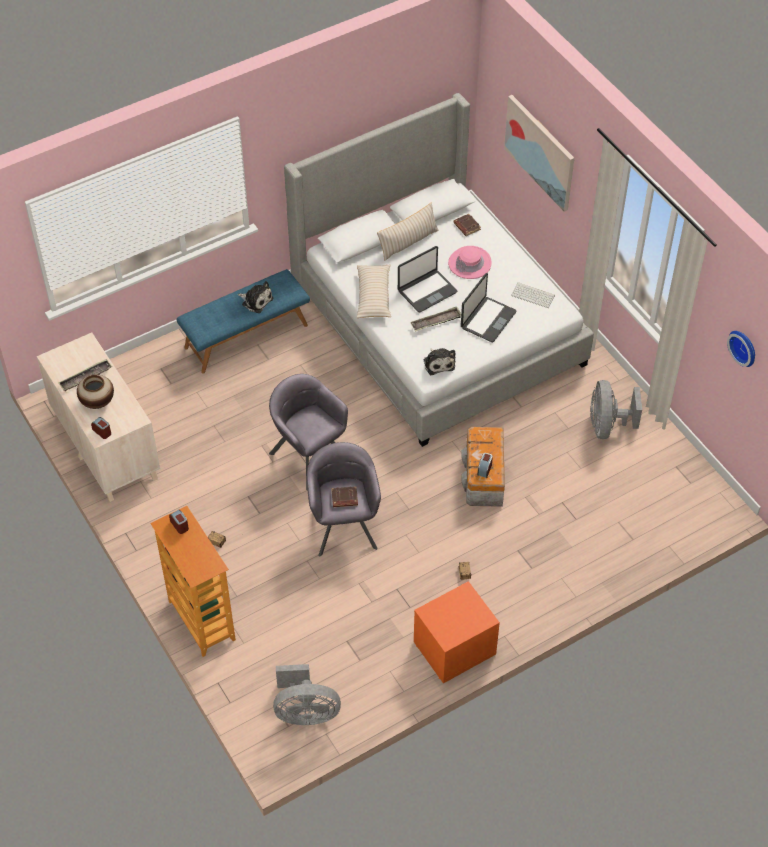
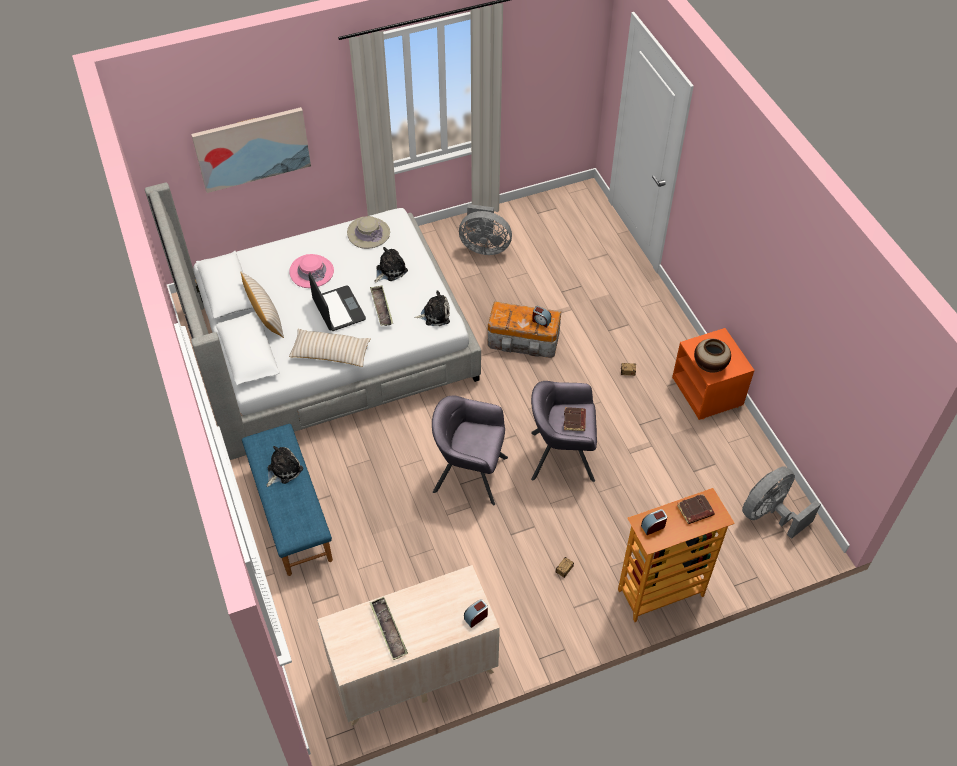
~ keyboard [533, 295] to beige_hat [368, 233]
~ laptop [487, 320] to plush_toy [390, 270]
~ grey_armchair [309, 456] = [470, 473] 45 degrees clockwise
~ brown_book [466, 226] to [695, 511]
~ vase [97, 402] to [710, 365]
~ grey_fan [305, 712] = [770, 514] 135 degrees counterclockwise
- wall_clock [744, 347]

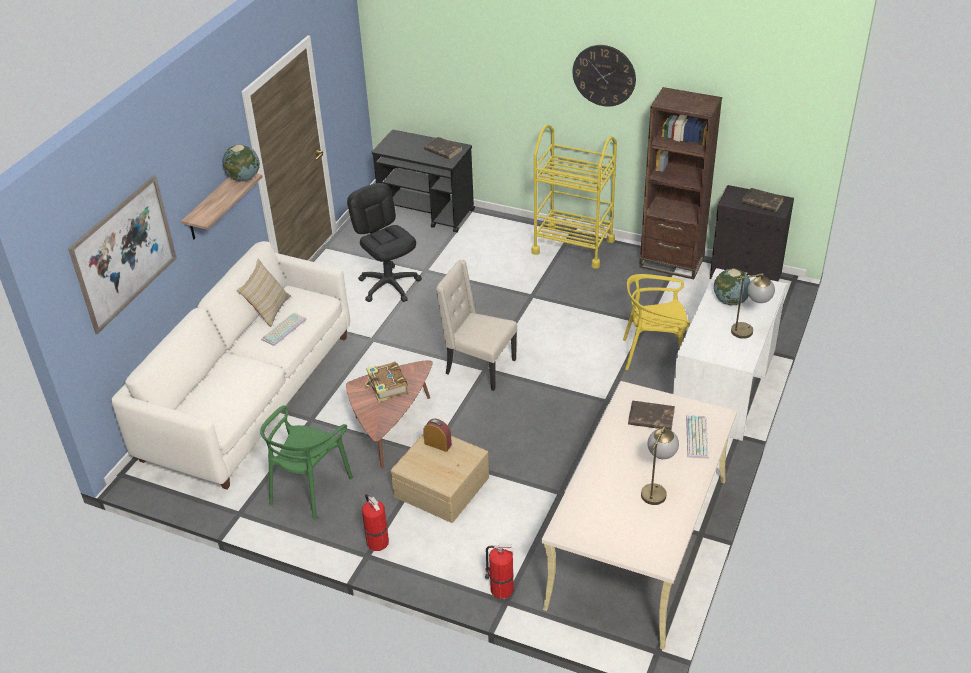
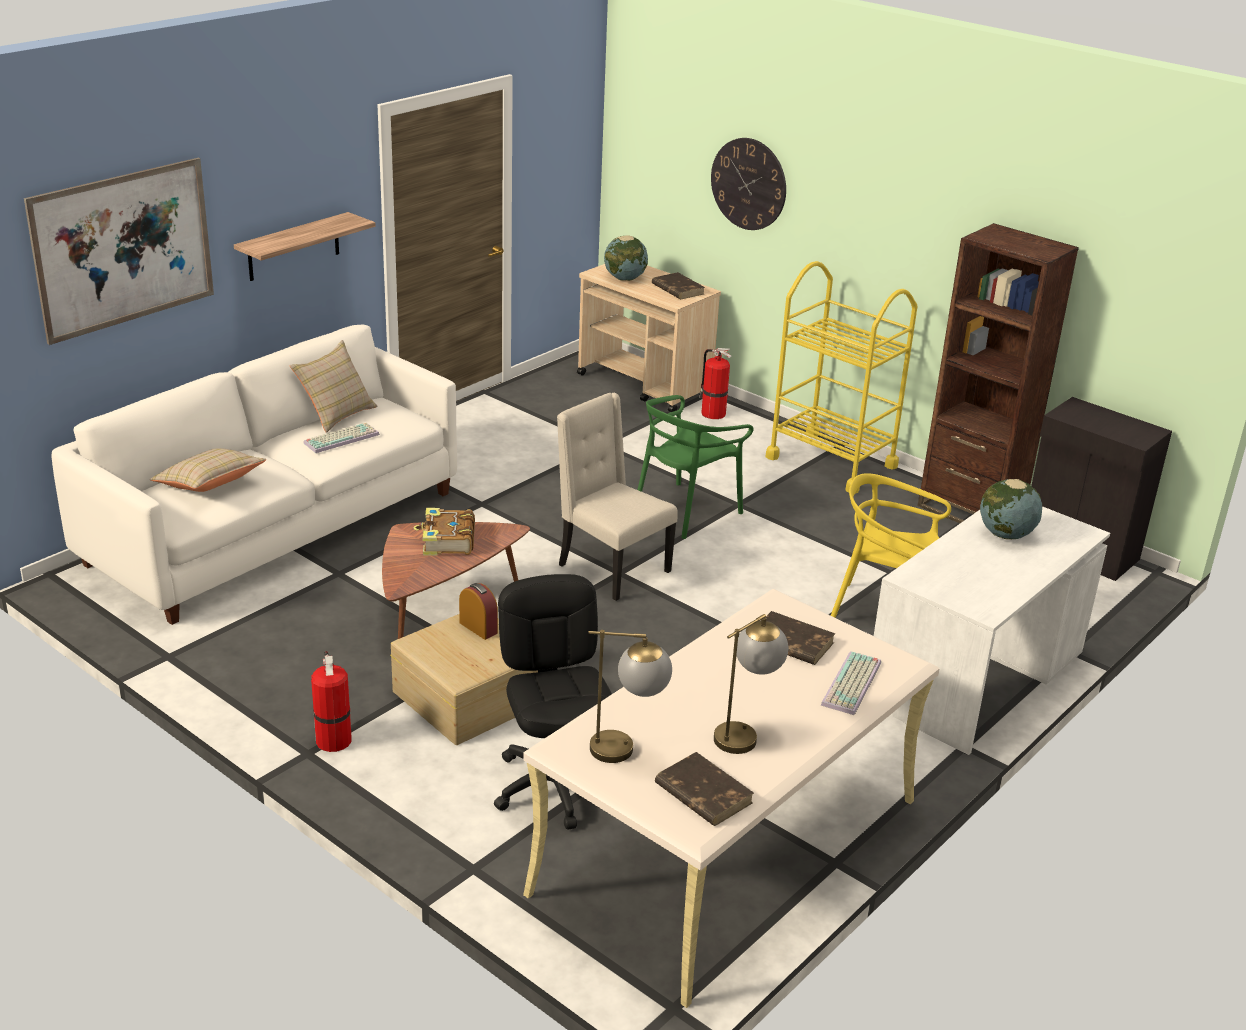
+ beige_pillow [210, 485]
~ black_office_chair [389, 285] to [555, 785]
~ black_cart [427, 213] to beige_cart [645, 384]
~ table_lamp [749, 330] to [627, 750]
~ globe [244, 178] to [625, 279]
~ green_chair [309, 489] to [685, 511]
~ brown_book [762, 202] to [702, 793]
~ fire_extinguisher [500, 589] to [712, 413]
~ wall_clock [604, 75] to [748, 184]

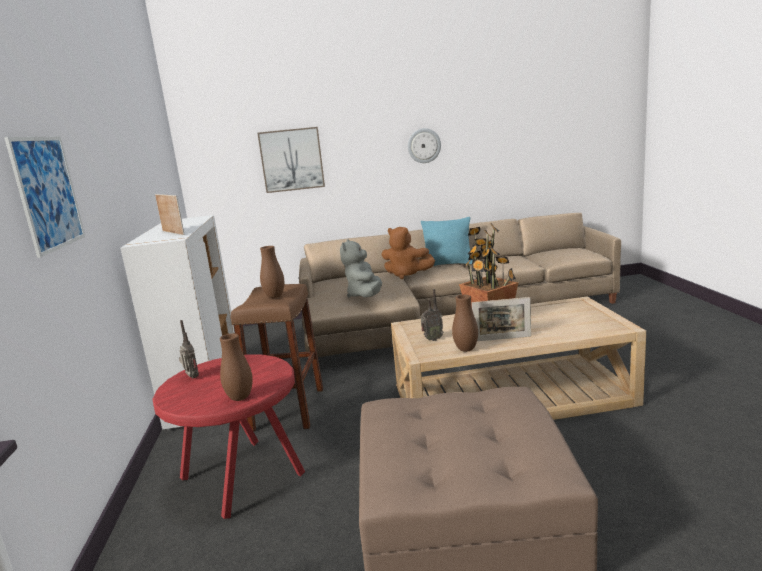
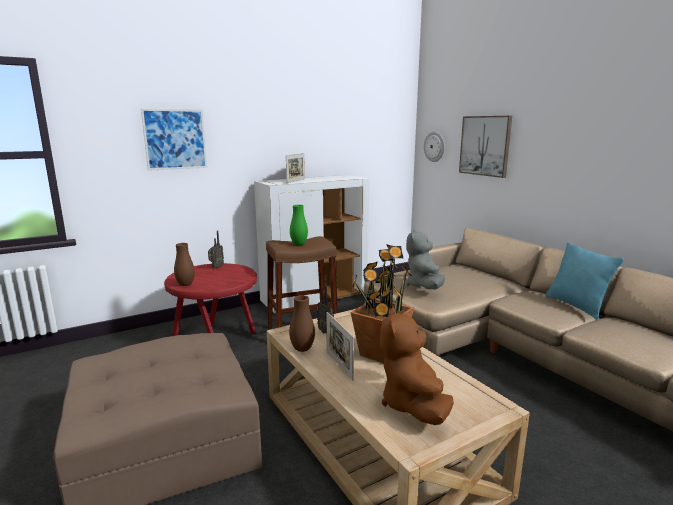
~ brown_vase [274, 296] to green_vase [299, 244]
~ brown_plush_toy [406, 275] to [412, 405]
~ grey_plush_toy [365, 296] = [424, 286] 60 degrees counterclockwise
~ wall_clock [424, 145] to [434, 146]

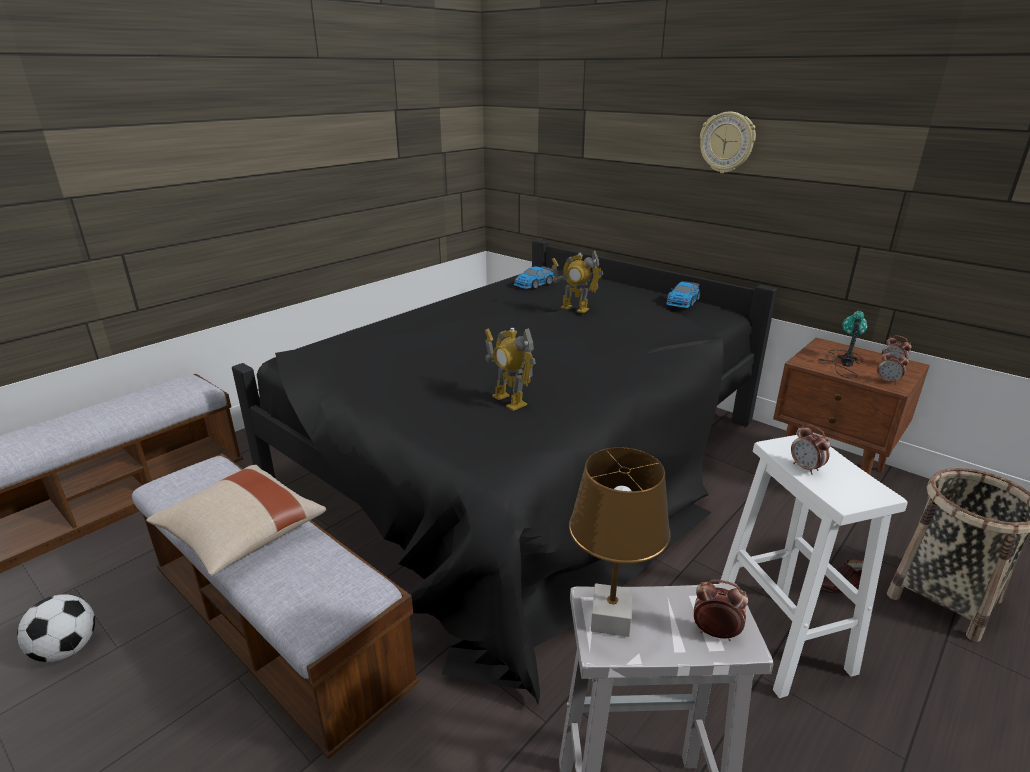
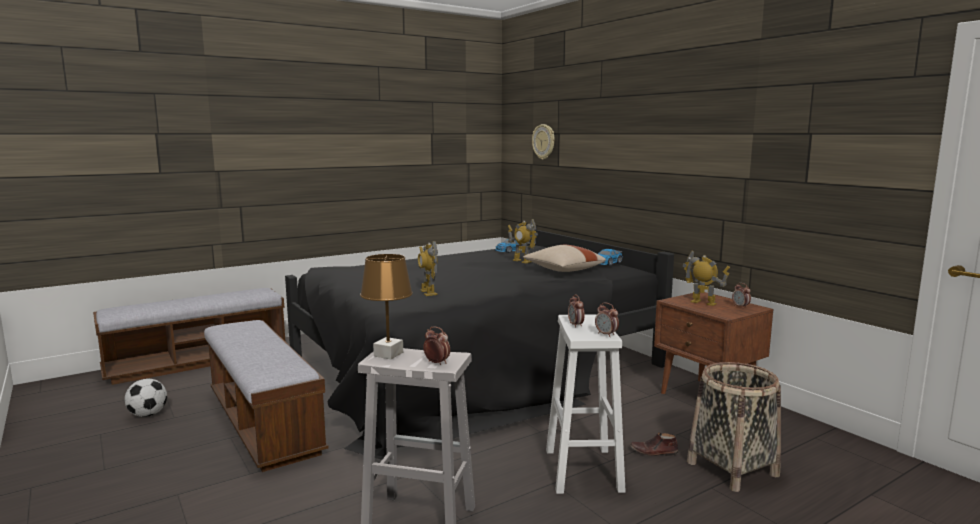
~ beige_pillow [242, 535] to [563, 270]
~ wall_clock [727, 142] to [544, 141]
~ alarm_clock [887, 381] to [606, 334]
~ table_lamp [843, 362] to toy_robot [703, 303]

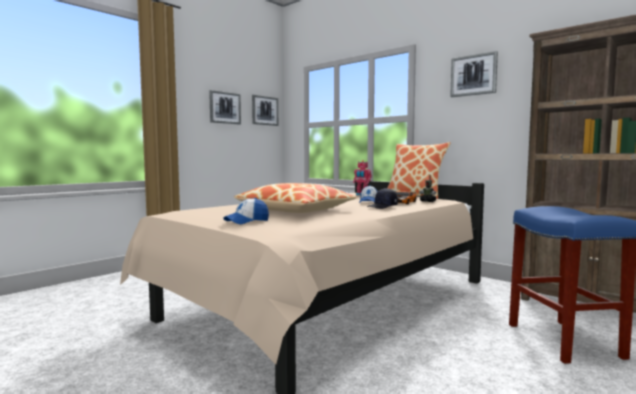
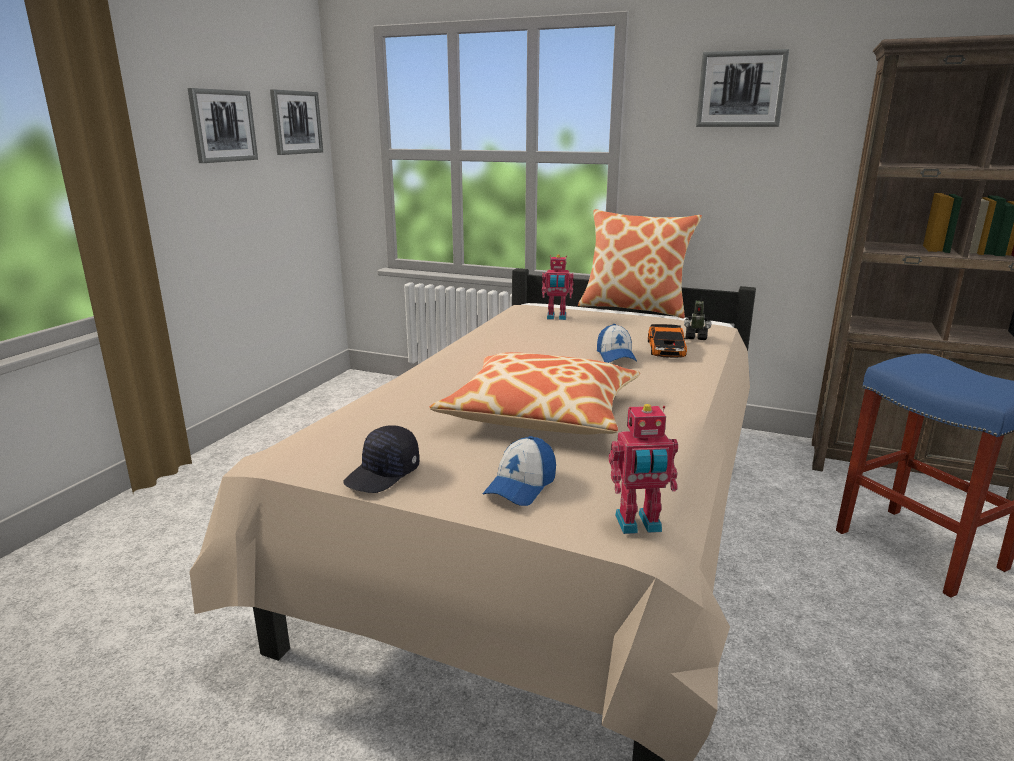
~ black_cap [382, 207] to [383, 474]
+ toy_robot [639, 525]

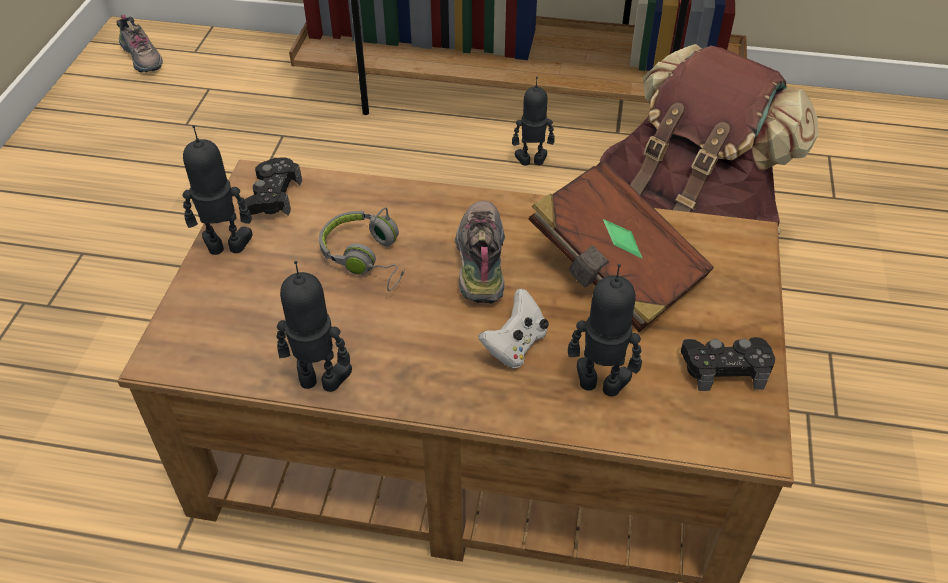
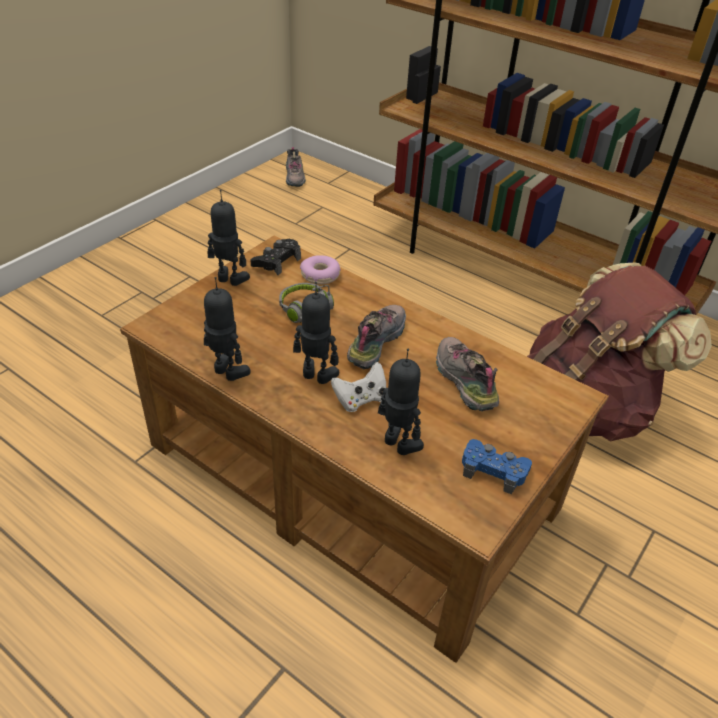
~ toy_robot [531, 161] to [316, 376]
+ donut [320, 276]
~ brown_book [614, 269] to shoe [462, 381]
~ black_game_controller [725, 368] to blue_game_controller [493, 470]

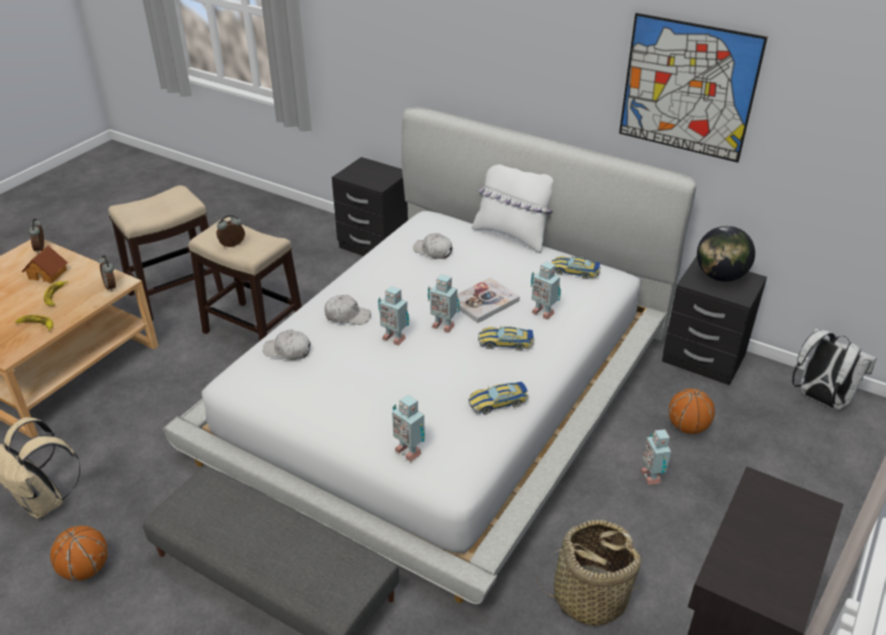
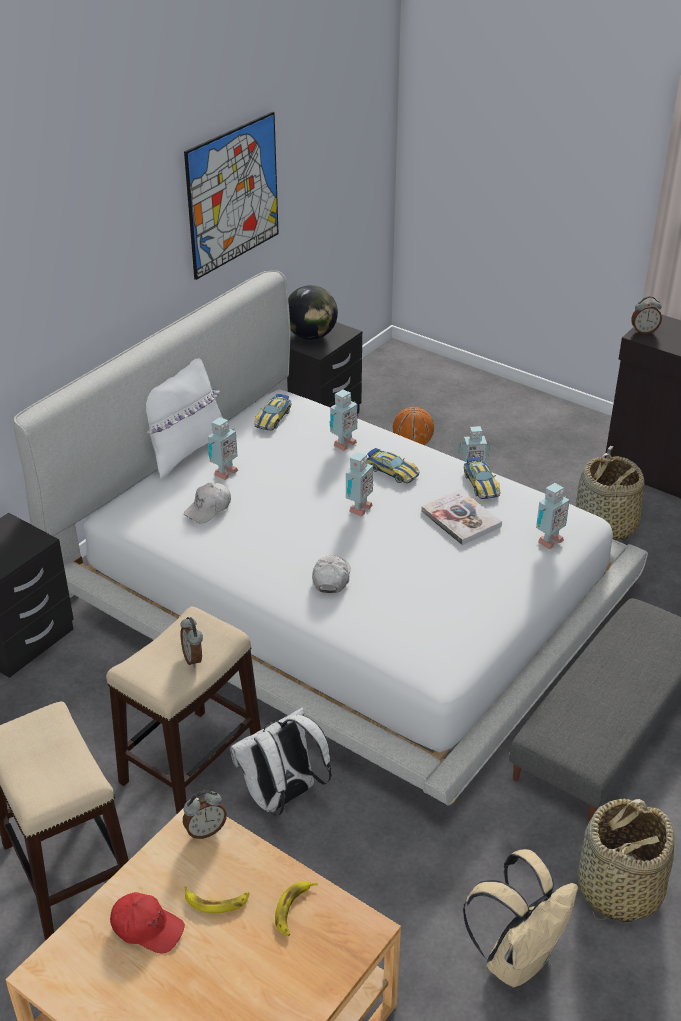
~ toy_house [48, 274] to red_cap [147, 927]
~ toy_robot [394, 337] to [224, 473]
~ white_backpack [820, 398] to [282, 797]
~ toy_car [505, 342] = [392, 471] 60 degrees counterclockwise
~ book [484, 301] to [461, 519]
~ basketball [85, 569] to basket [618, 889]
~ alarm_clock [42, 249] to [644, 331]
- white_cap [287, 351]

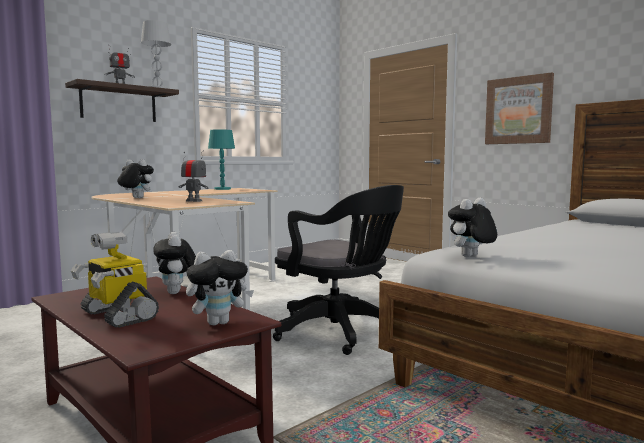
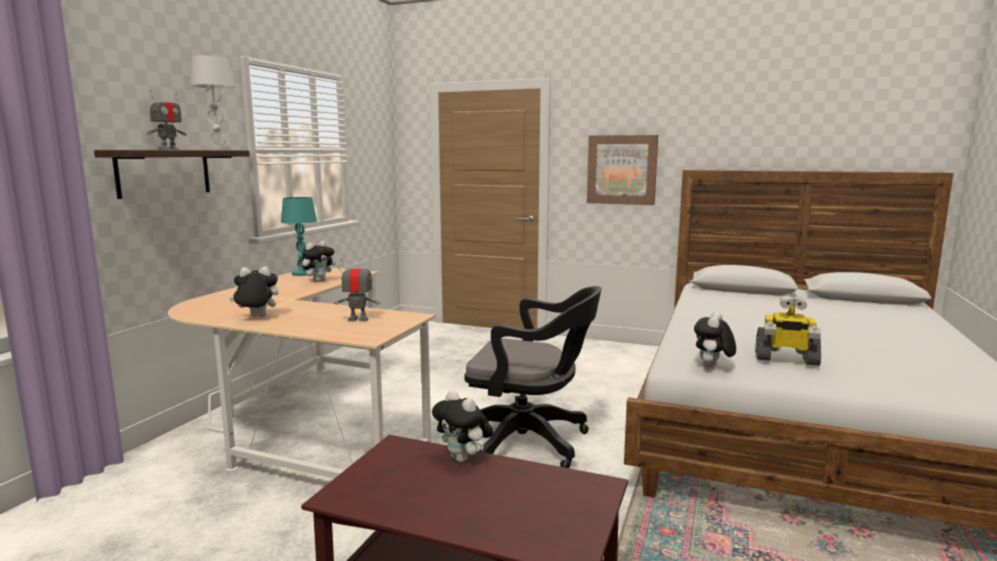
~ plush_toy [219, 322] to [319, 281]
~ toy_robot [117, 315] to [785, 358]

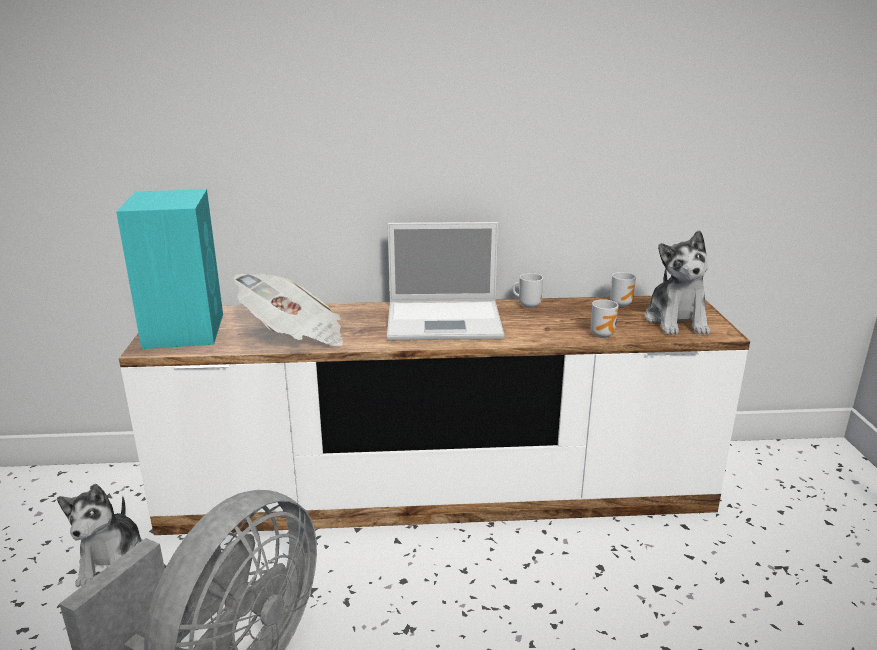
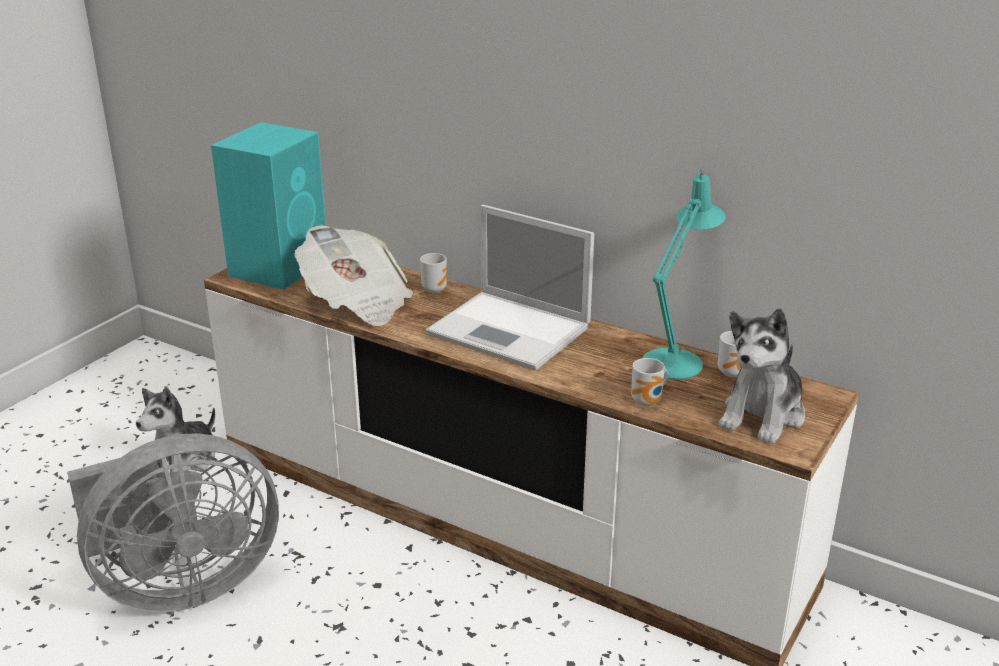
~ mug [528, 305] to [434, 289]
+ turquoise_table_lamp [676, 359]

